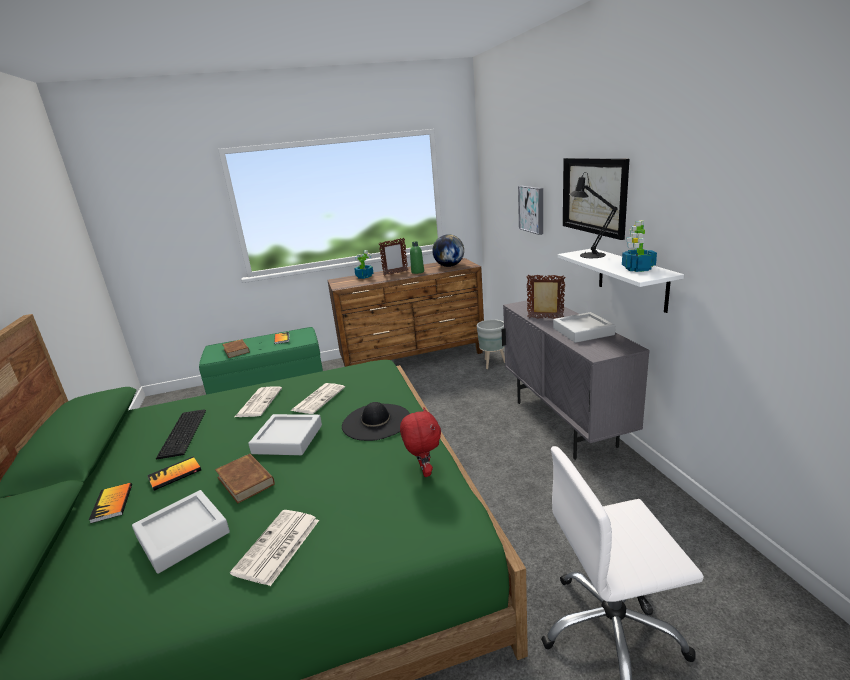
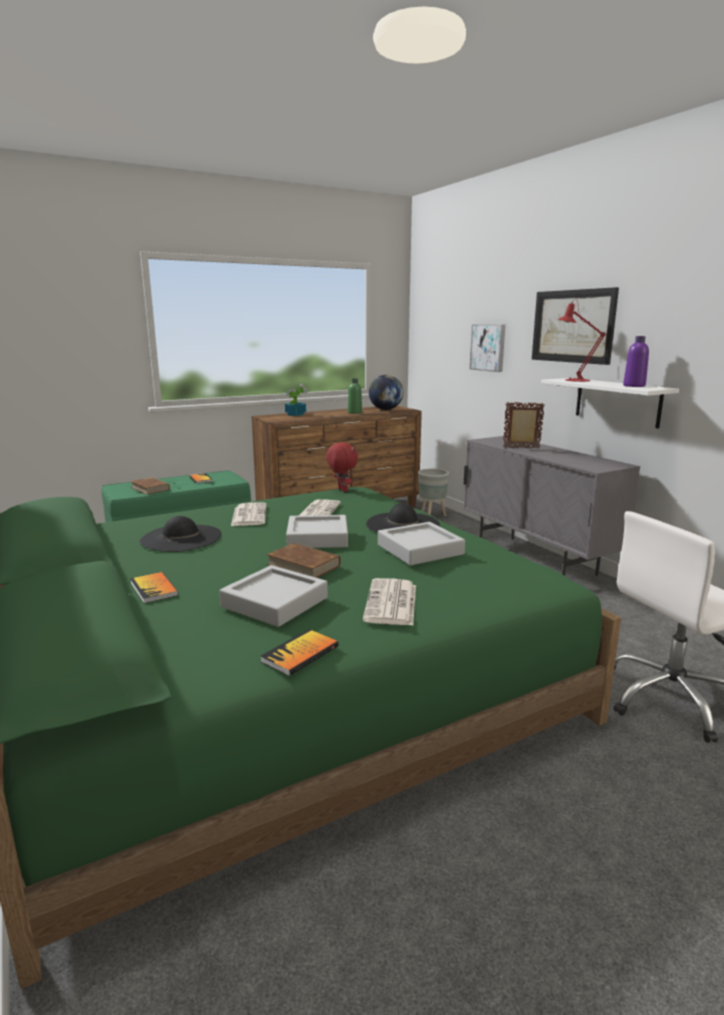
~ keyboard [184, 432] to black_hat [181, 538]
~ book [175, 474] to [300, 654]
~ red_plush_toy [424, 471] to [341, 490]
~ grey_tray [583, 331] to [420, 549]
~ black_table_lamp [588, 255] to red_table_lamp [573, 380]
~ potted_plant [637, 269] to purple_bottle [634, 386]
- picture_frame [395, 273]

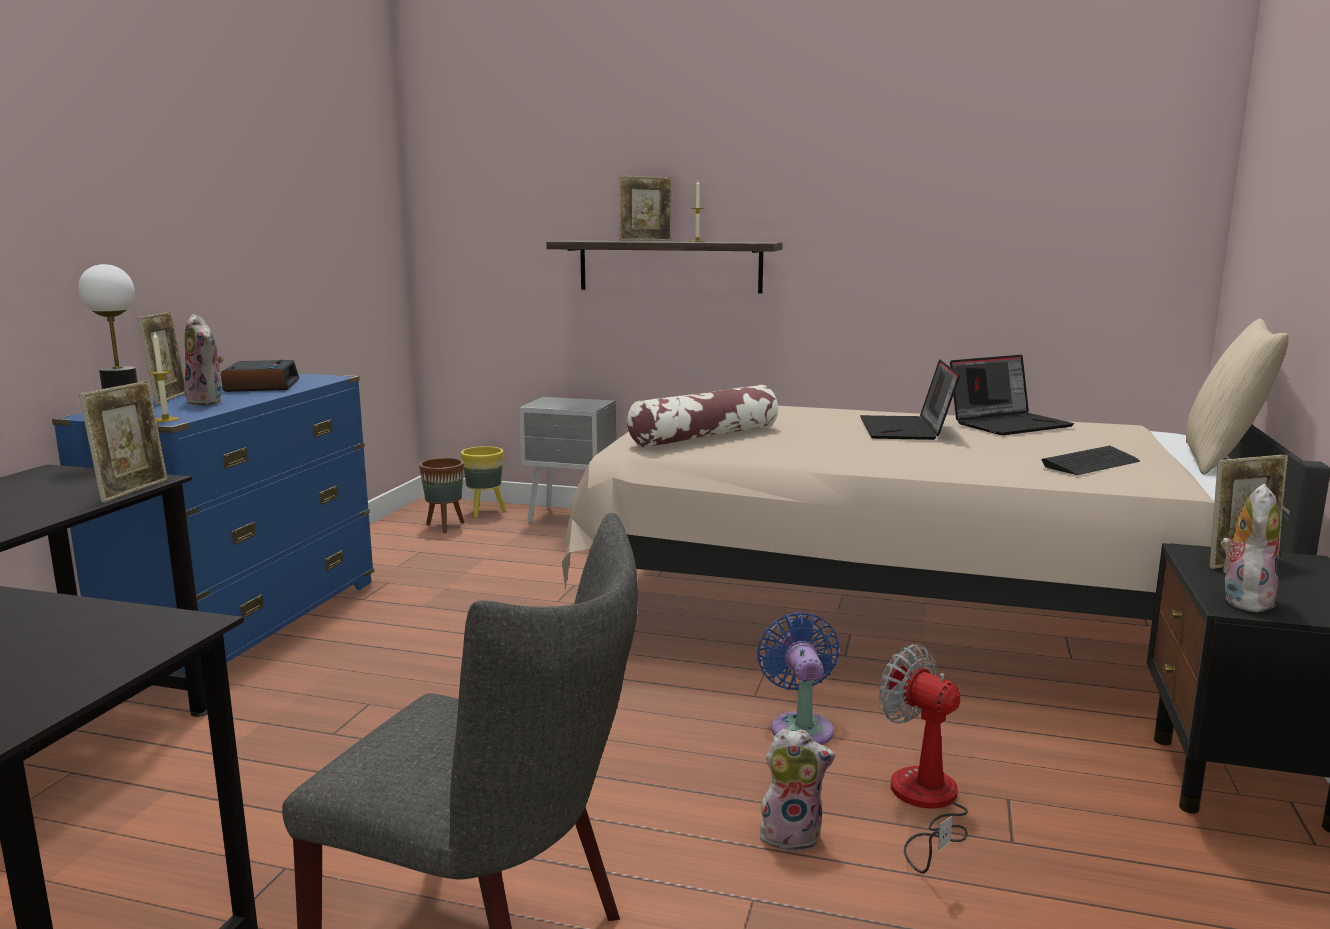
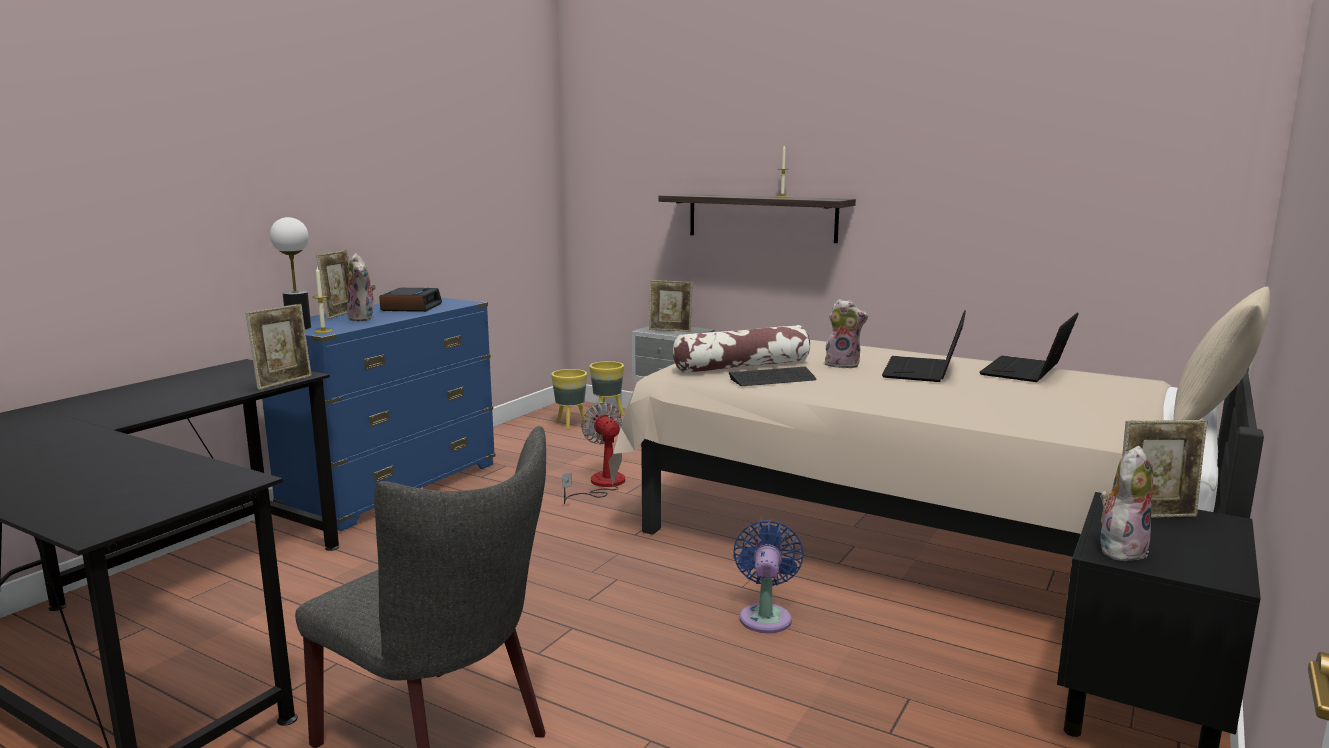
~ brown_planter [445, 526] to yellow_planter [570, 424]
~ fan [925, 804] to [601, 485]
~ picture_frame [646, 241] to [670, 330]
~ keyboard [1091, 463] to [772, 379]
~ plush_toy [792, 835] to [843, 365]
~ laptop [1009, 424] = [1027, 372] 135 degrees clockwise

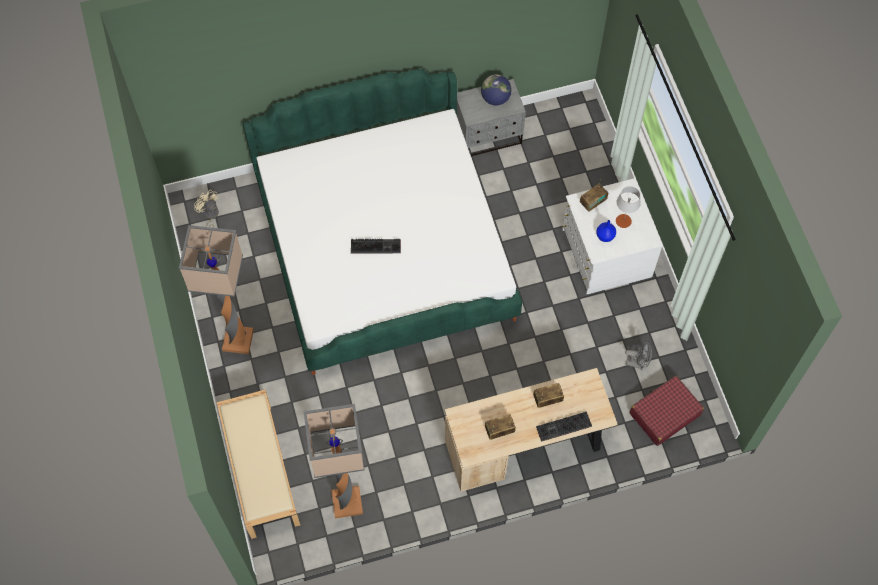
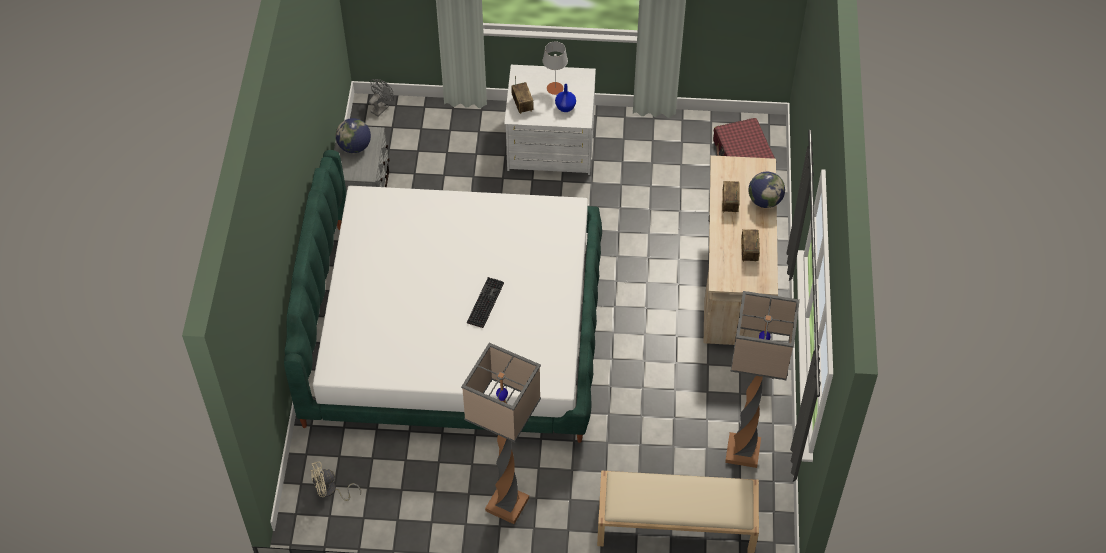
~ grey_fan [637, 363] to [381, 107]
~ keyboard [563, 428] to globe [764, 201]

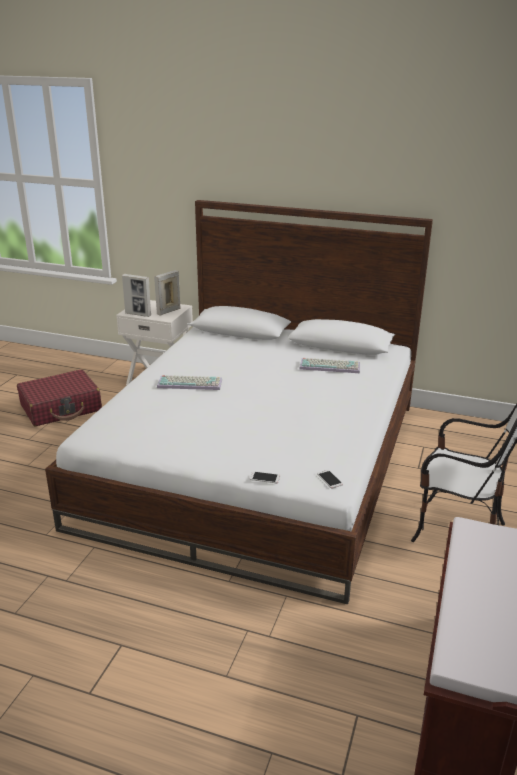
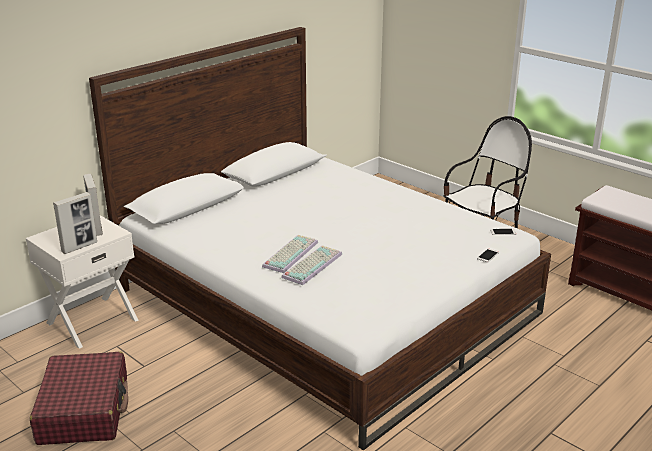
~ keyboard [330, 366] to [312, 265]

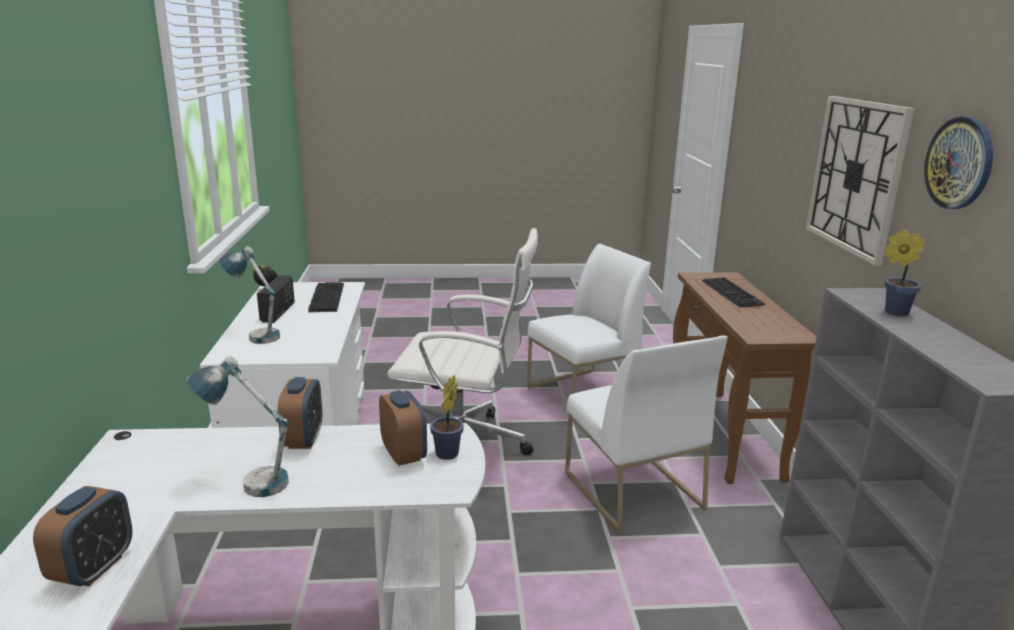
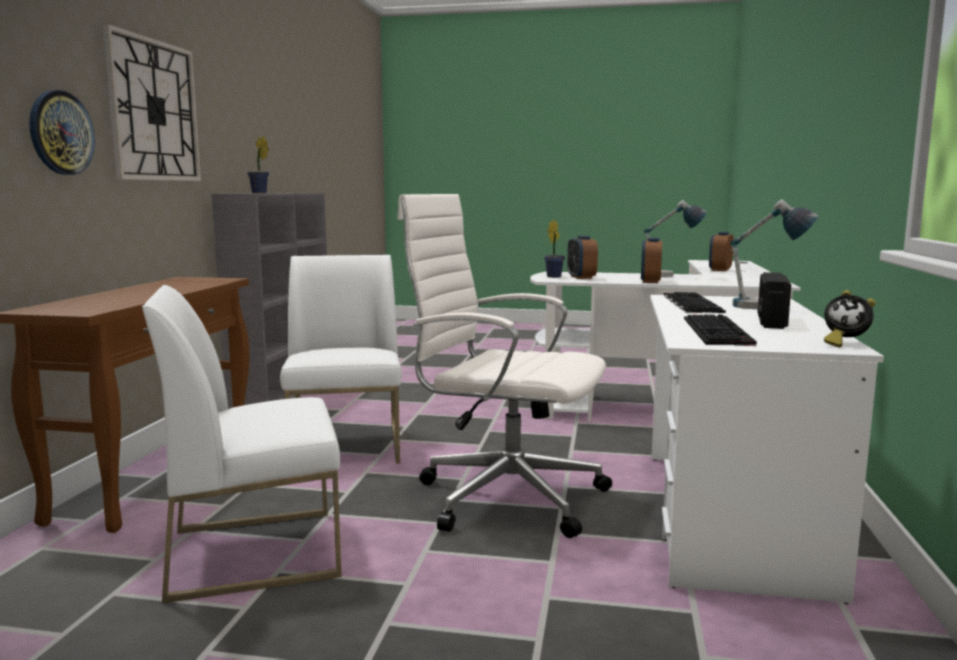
~ wall_clock [959, 163] to [61, 133]
~ keyboard [733, 293] to [690, 303]

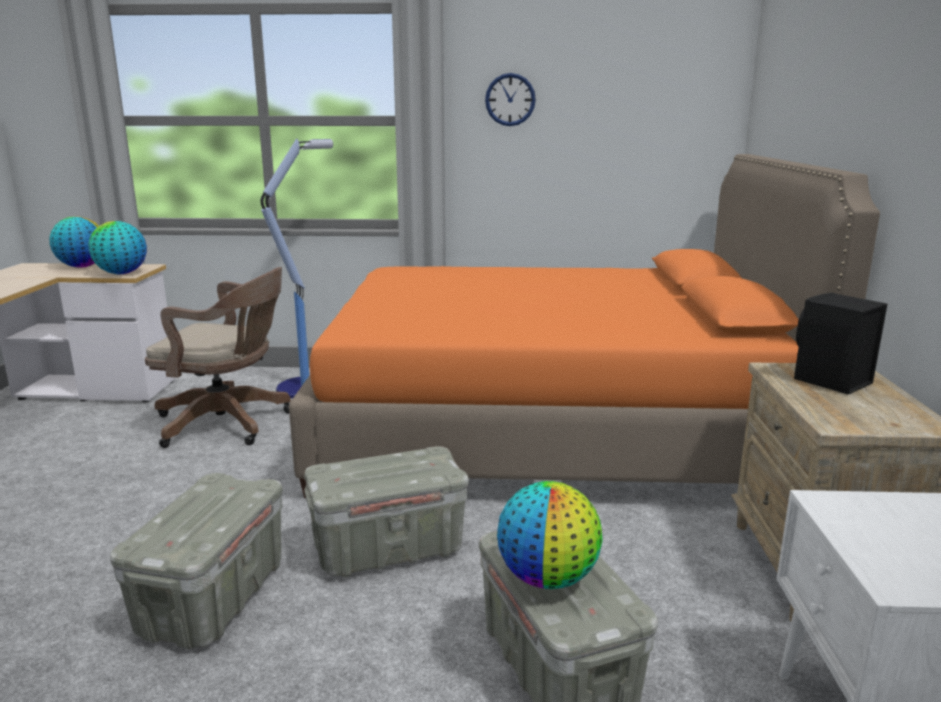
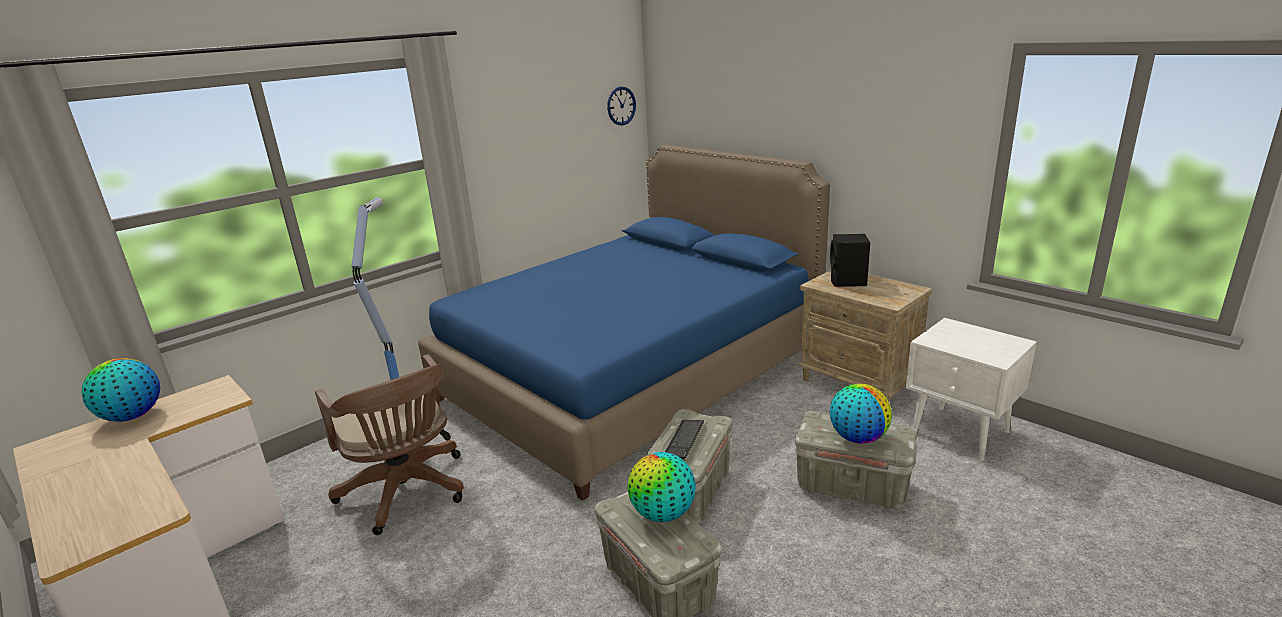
~ brown_office_chair [229, 423] = [407, 493] 90 degrees clockwise
~ orange_bed [547, 427] to blue_bed [631, 375]
~ wall_clock [510, 99] to [621, 106]
~ globe [121, 273] to [663, 514]
+ keyboard [684, 440]

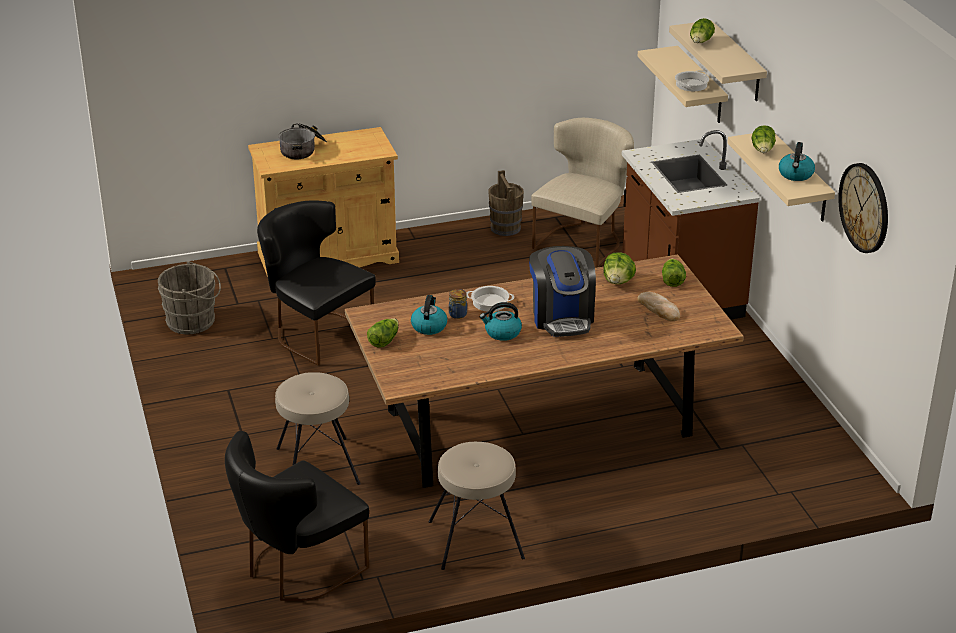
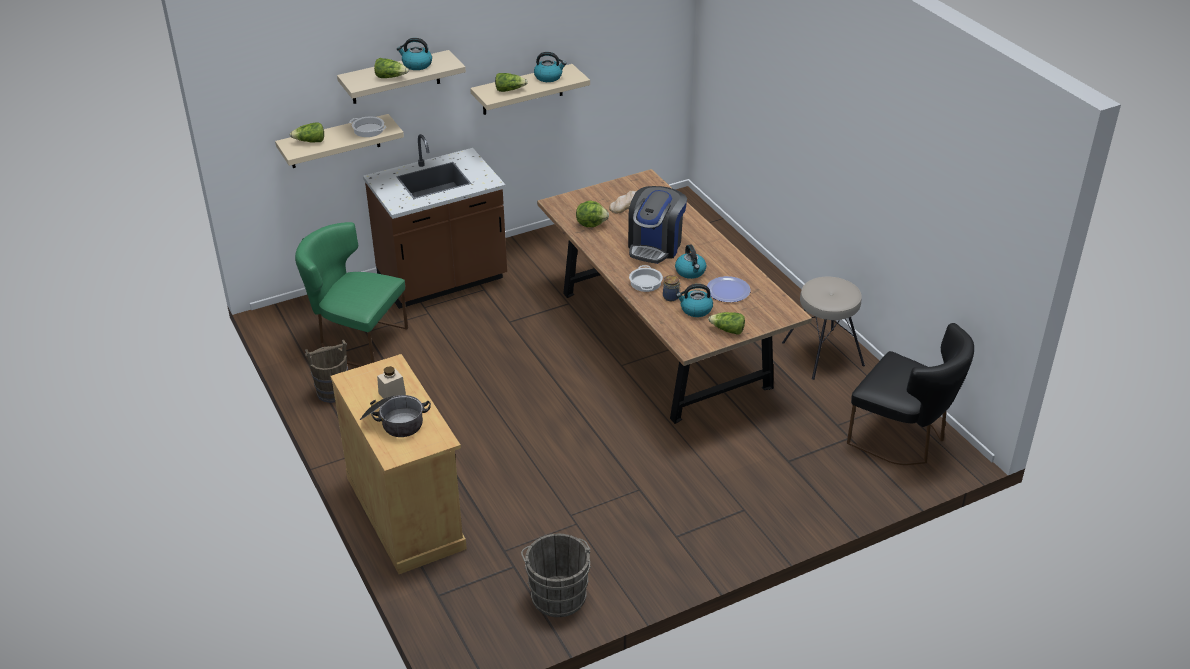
~ lettuce [672, 280] to [310, 141]
~ beige_chair [583, 241] to green_chair [356, 340]
+ beige_jar [392, 393]
+ kettle [416, 65]
~ coffee_machine [562, 317] = [655, 246] 135 degrees clockwise
+ plate [728, 290]
- black_chair [316, 333]
- beige_stool [316, 466]
- wall_clock [864, 207]

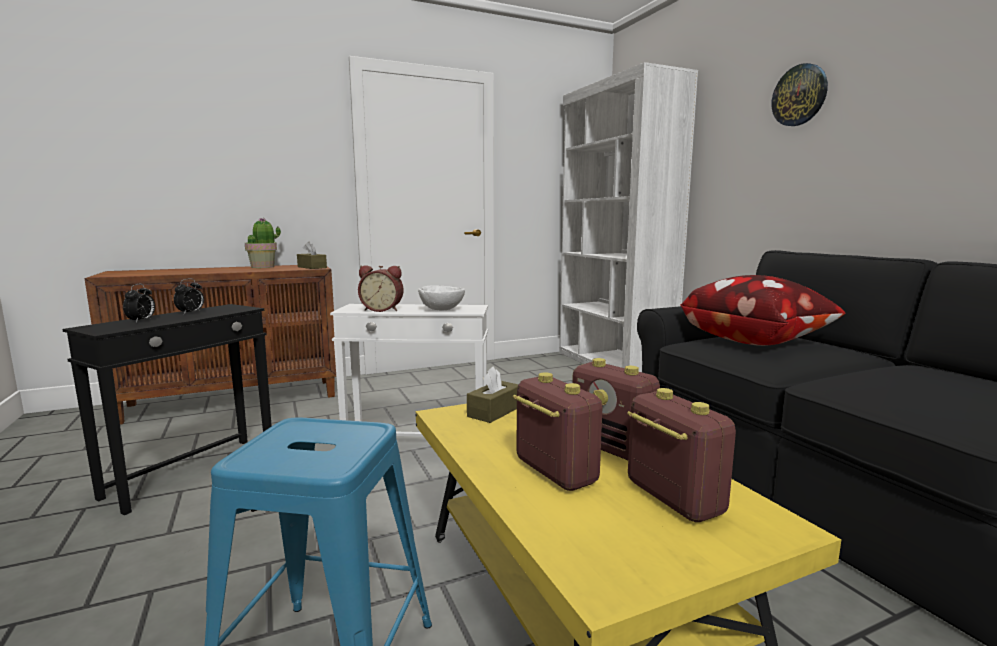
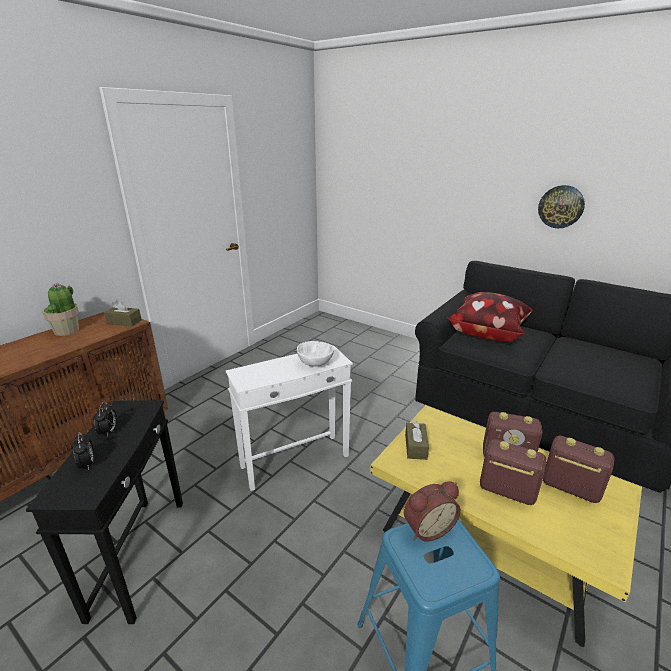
~ alarm_clock [382, 310] to [427, 527]
~ wall_clock [799, 95] to [561, 206]
- white_bookcase [612, 364]

